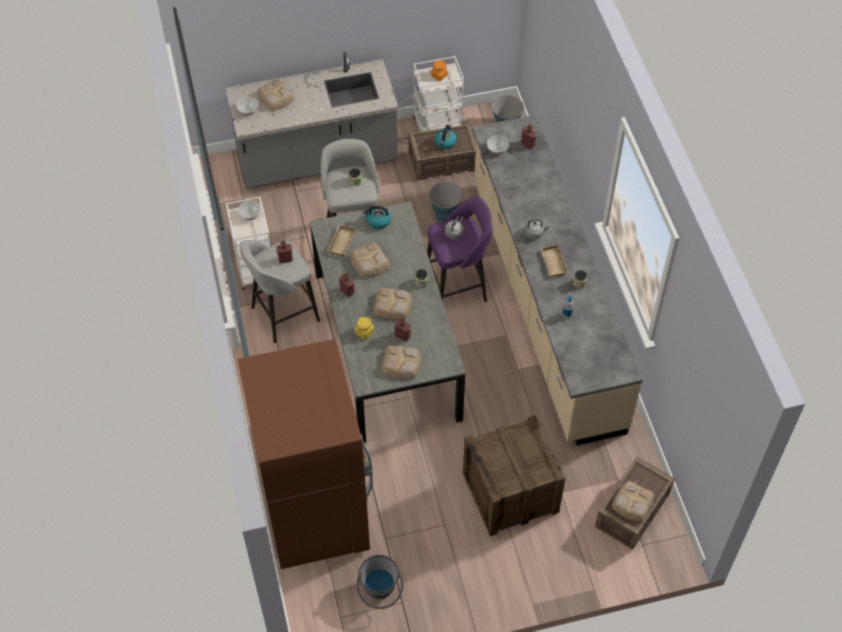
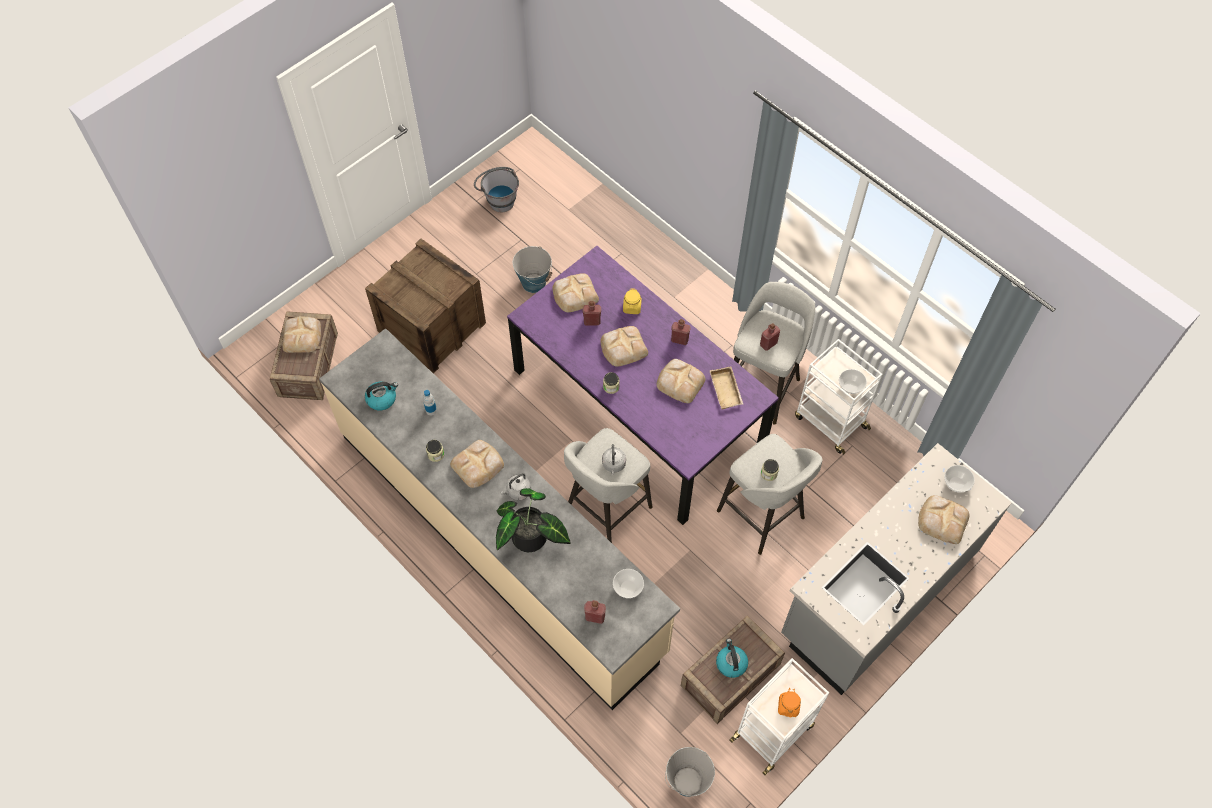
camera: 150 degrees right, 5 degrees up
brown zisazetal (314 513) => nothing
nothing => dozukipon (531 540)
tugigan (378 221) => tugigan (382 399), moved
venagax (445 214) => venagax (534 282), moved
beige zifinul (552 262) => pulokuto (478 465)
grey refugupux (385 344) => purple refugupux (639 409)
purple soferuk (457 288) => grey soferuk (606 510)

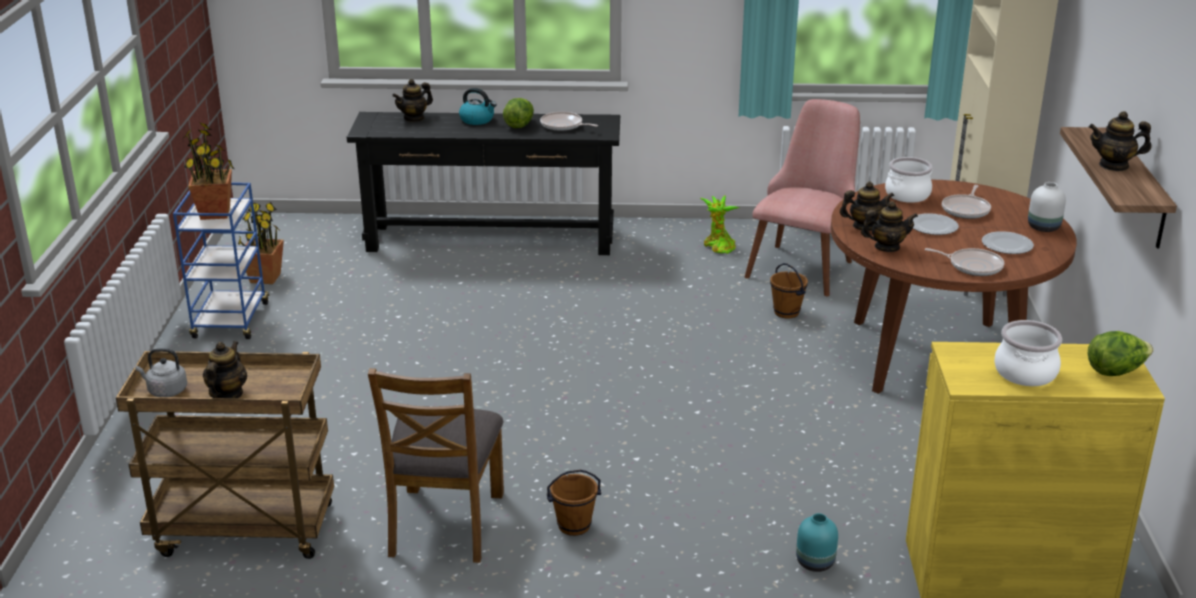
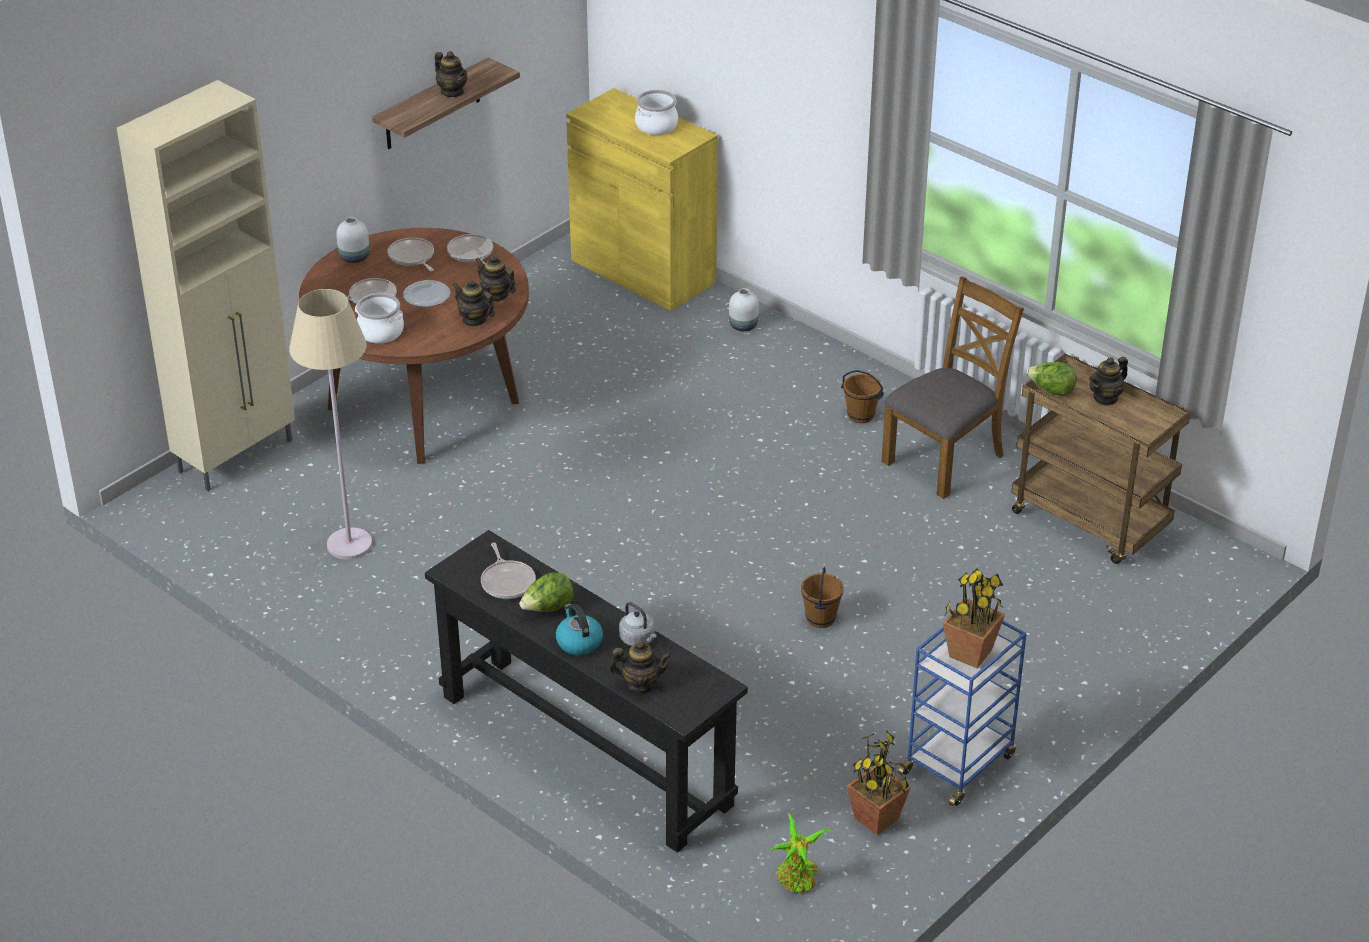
camera: 140 degrees left, 10 degrees up
grey tugigan (165 391) => grey tugigan (639 639), moved
dozukipon (718 246) => dozukipon (797 880), moved
brown venagax (787 312) => brown venagax (820 618), moved
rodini (1115 371) => rodini (1051 391), moved
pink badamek (804 263) => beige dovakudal (349 544)
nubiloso (1006 245) => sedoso (412 257)
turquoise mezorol (814 563) => white mezorol (744 325)

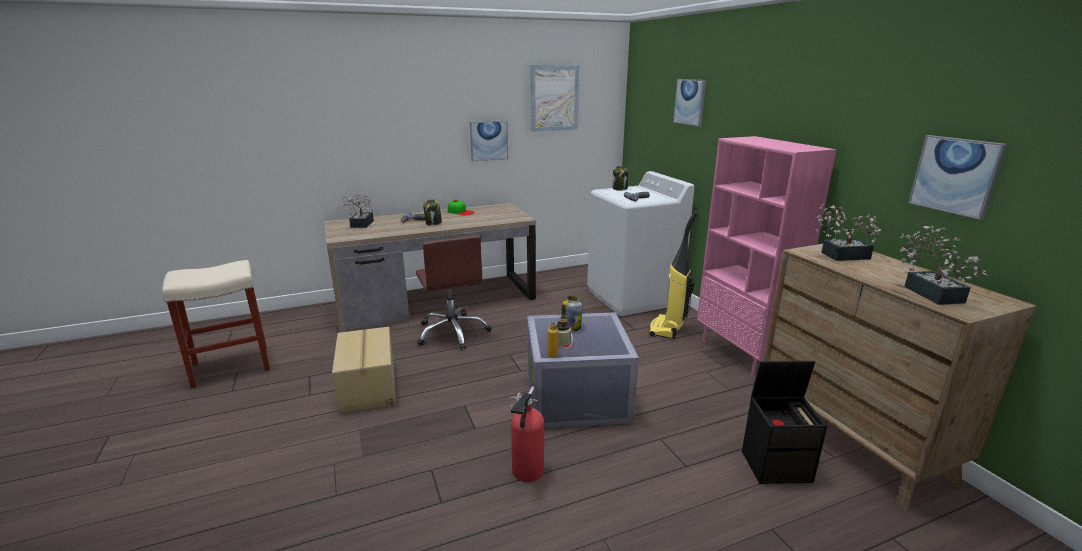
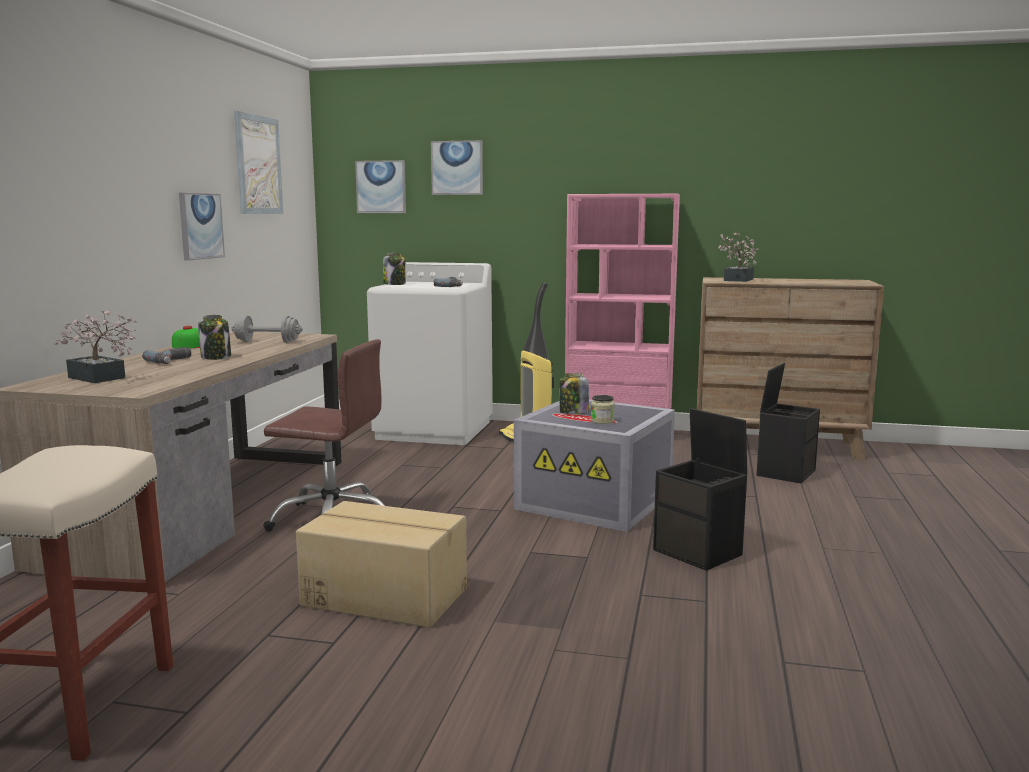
camera: 55 degrees left, 10 degrees down
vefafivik (557 355) => nothing
dozukipon (929 292) => nothing
nothing => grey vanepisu (267 342)
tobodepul (955 175) => tobodepul (381 187), moved
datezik (526 473) => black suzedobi (699 552)

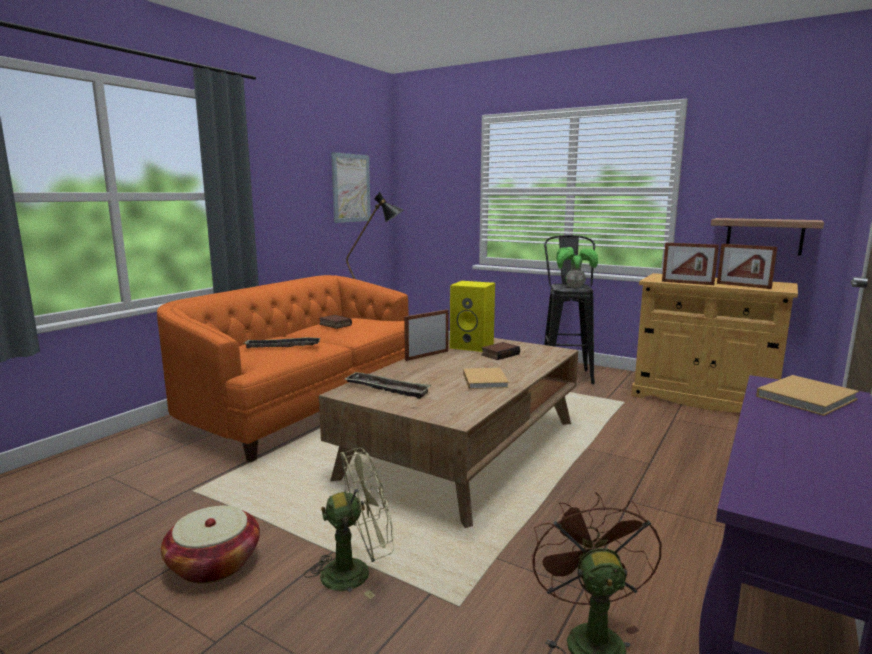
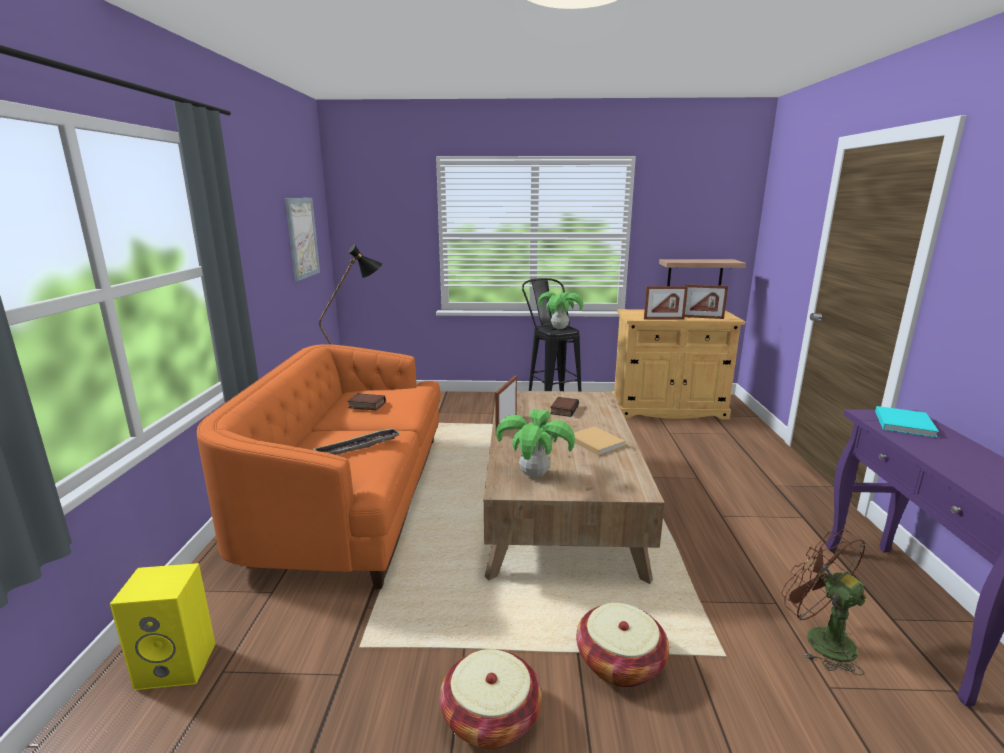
camera: 30 degrees left, 5 degrees up
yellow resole (473 346) => yellow resole (179 664), moved
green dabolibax (356 571) => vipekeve (619 662)
zifinul (387 389) => dozukipon (534 474)
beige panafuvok (807 397) => turquoise panafuvok (904 423)

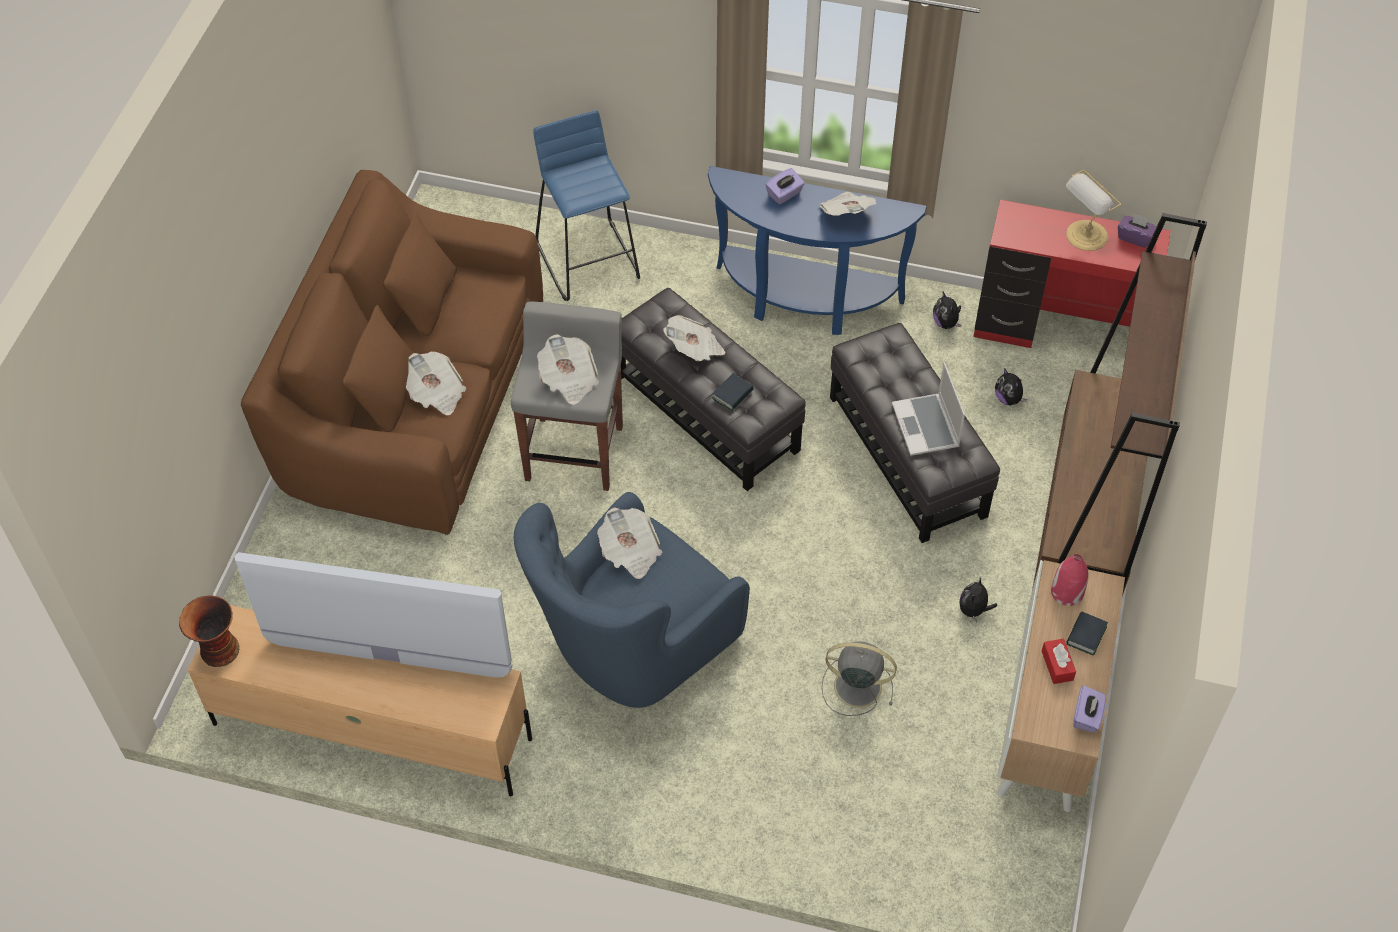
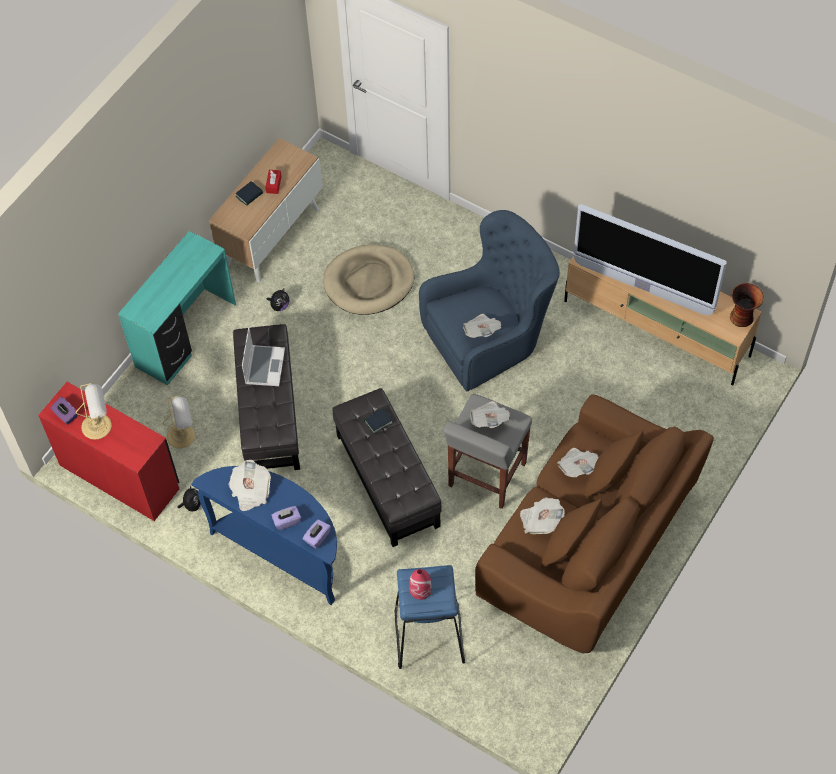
camera: 160 degrees left, 5 degrees up
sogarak (694 349) => sogarak (540 521), moved
red mezorol (1066 592) => red mezorol (420 589), moved
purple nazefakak (1087 716) => purple nazefakak (317 537), moved
grey dabolibax (855 686) => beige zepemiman (369 282)
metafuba (1008 399) => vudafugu (182 435)
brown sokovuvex (1084 530) => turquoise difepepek (187 335)

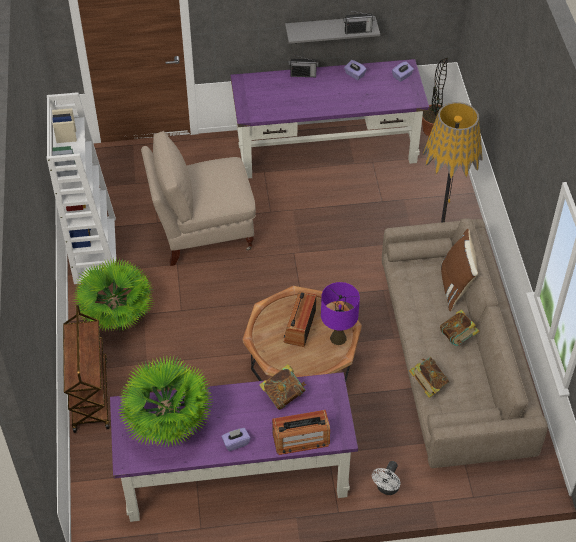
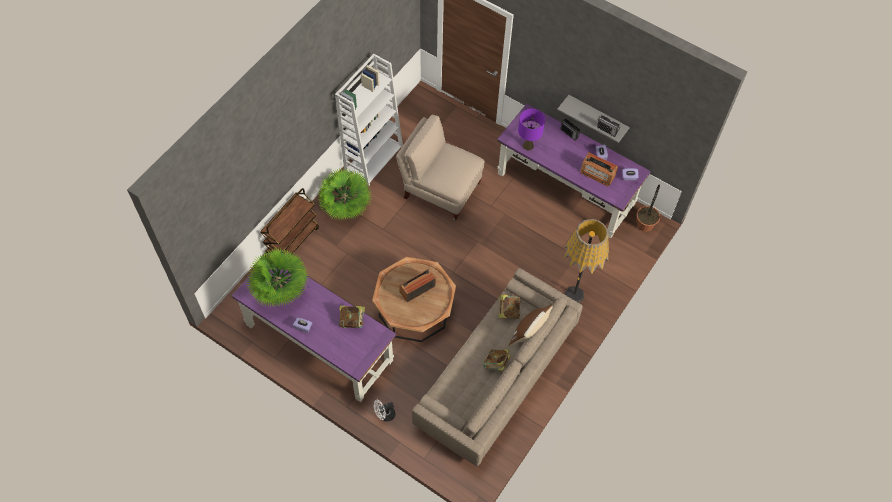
camera: 40 degrees right, 10 degrees up
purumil (301 439) => purumil (597 174), moved
purple vudafugu (338 338) => purple vudafugu (528 146), moved
panafuvok (428 384) => panafuvok (508 311), moved

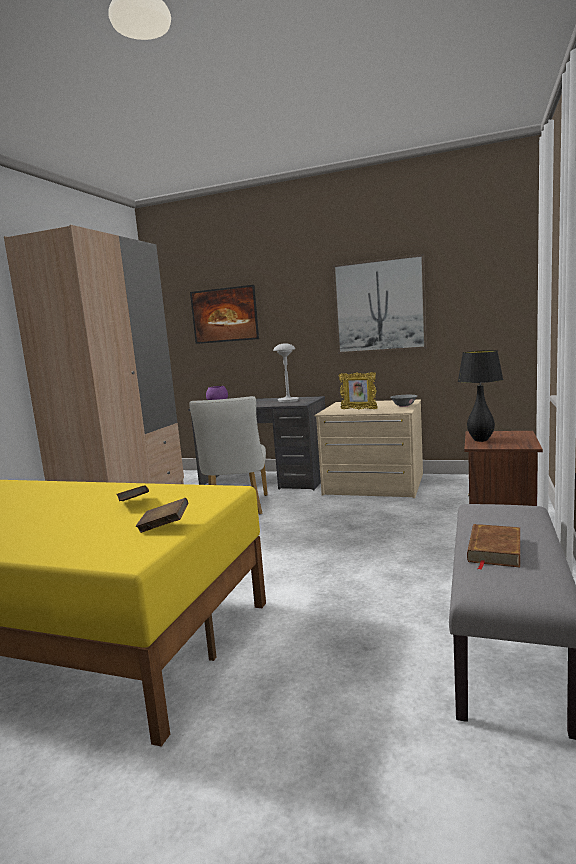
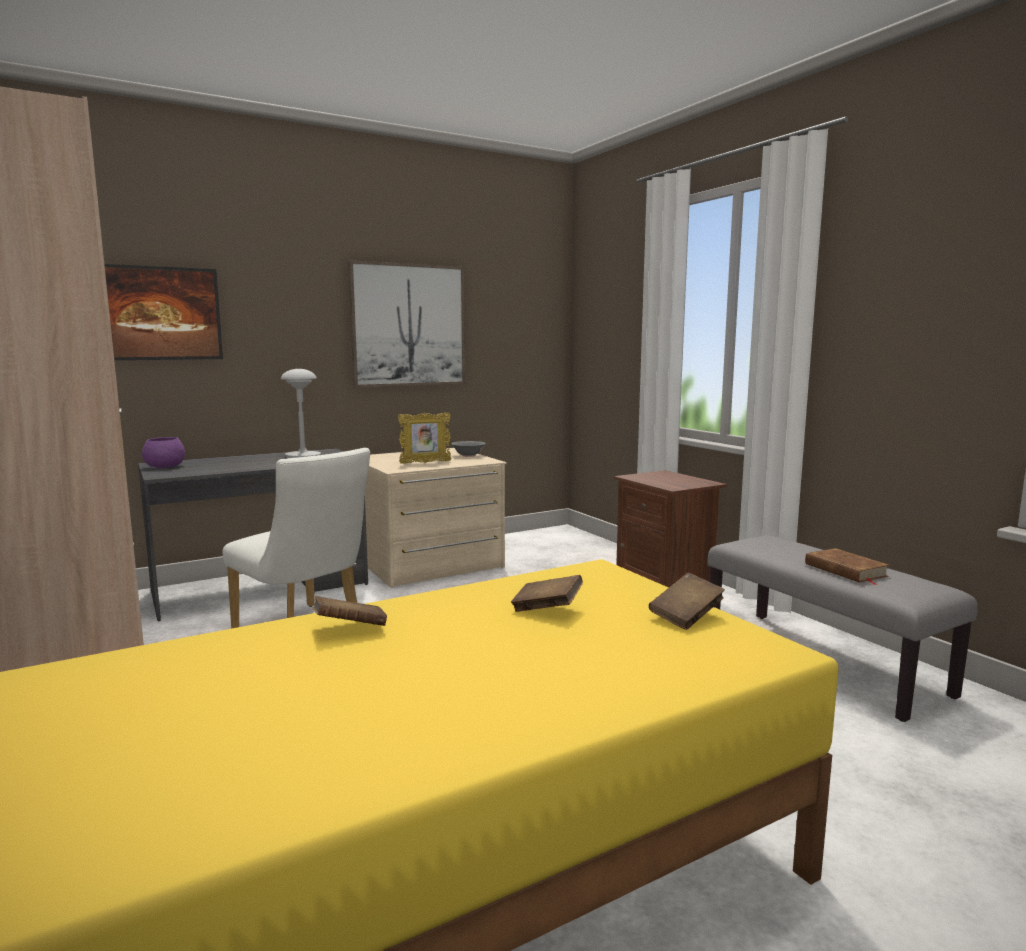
camera: 50 degrees left, 0 degrees up
black vudafugu (481 440) => nothing
nothing => brown panafuvok (350 629)

